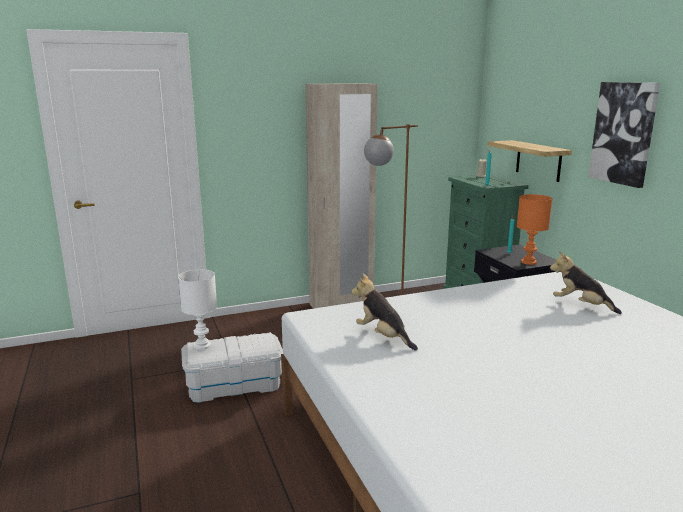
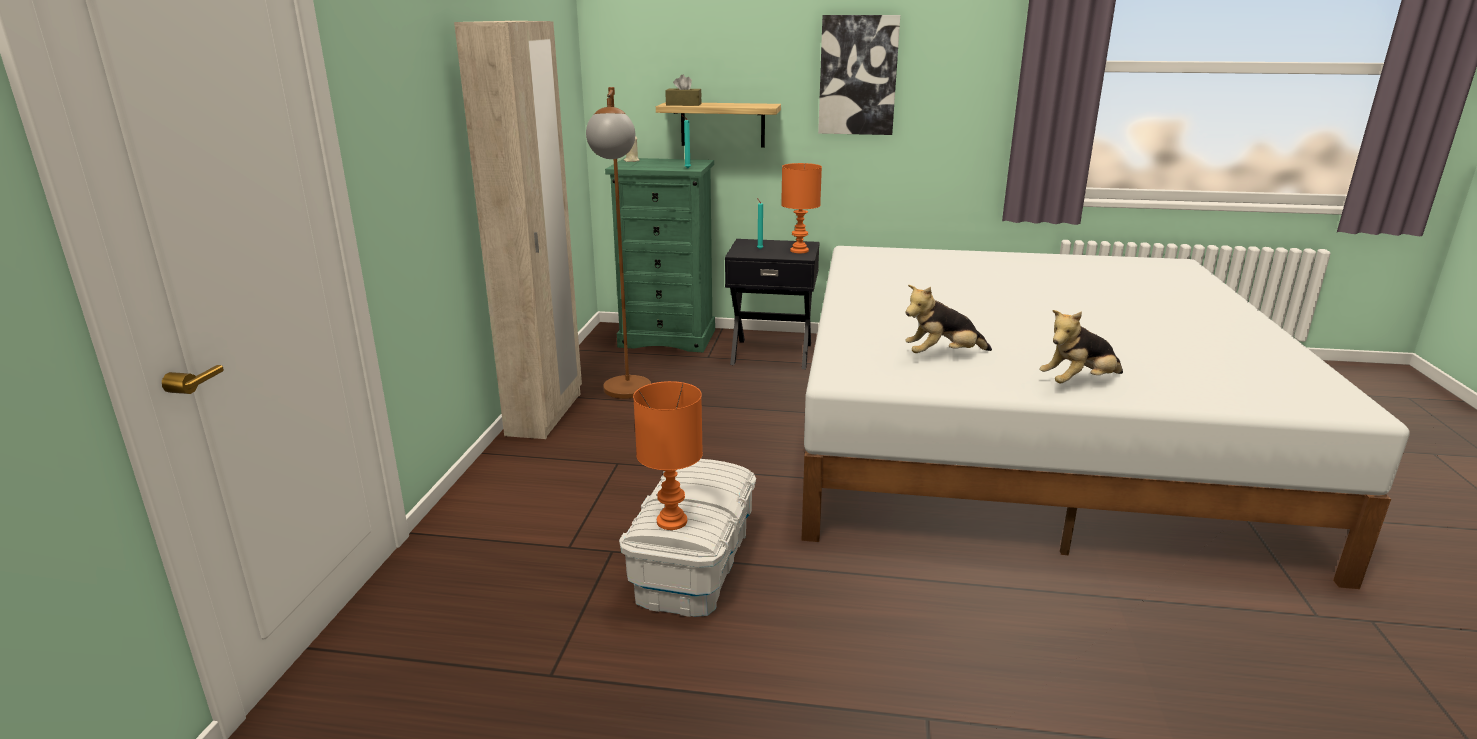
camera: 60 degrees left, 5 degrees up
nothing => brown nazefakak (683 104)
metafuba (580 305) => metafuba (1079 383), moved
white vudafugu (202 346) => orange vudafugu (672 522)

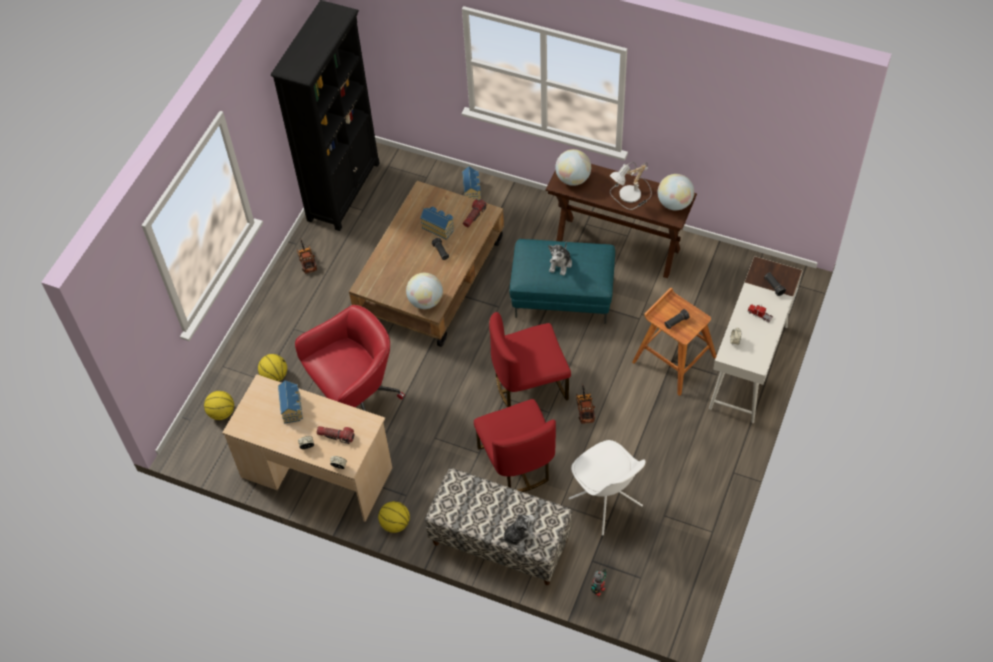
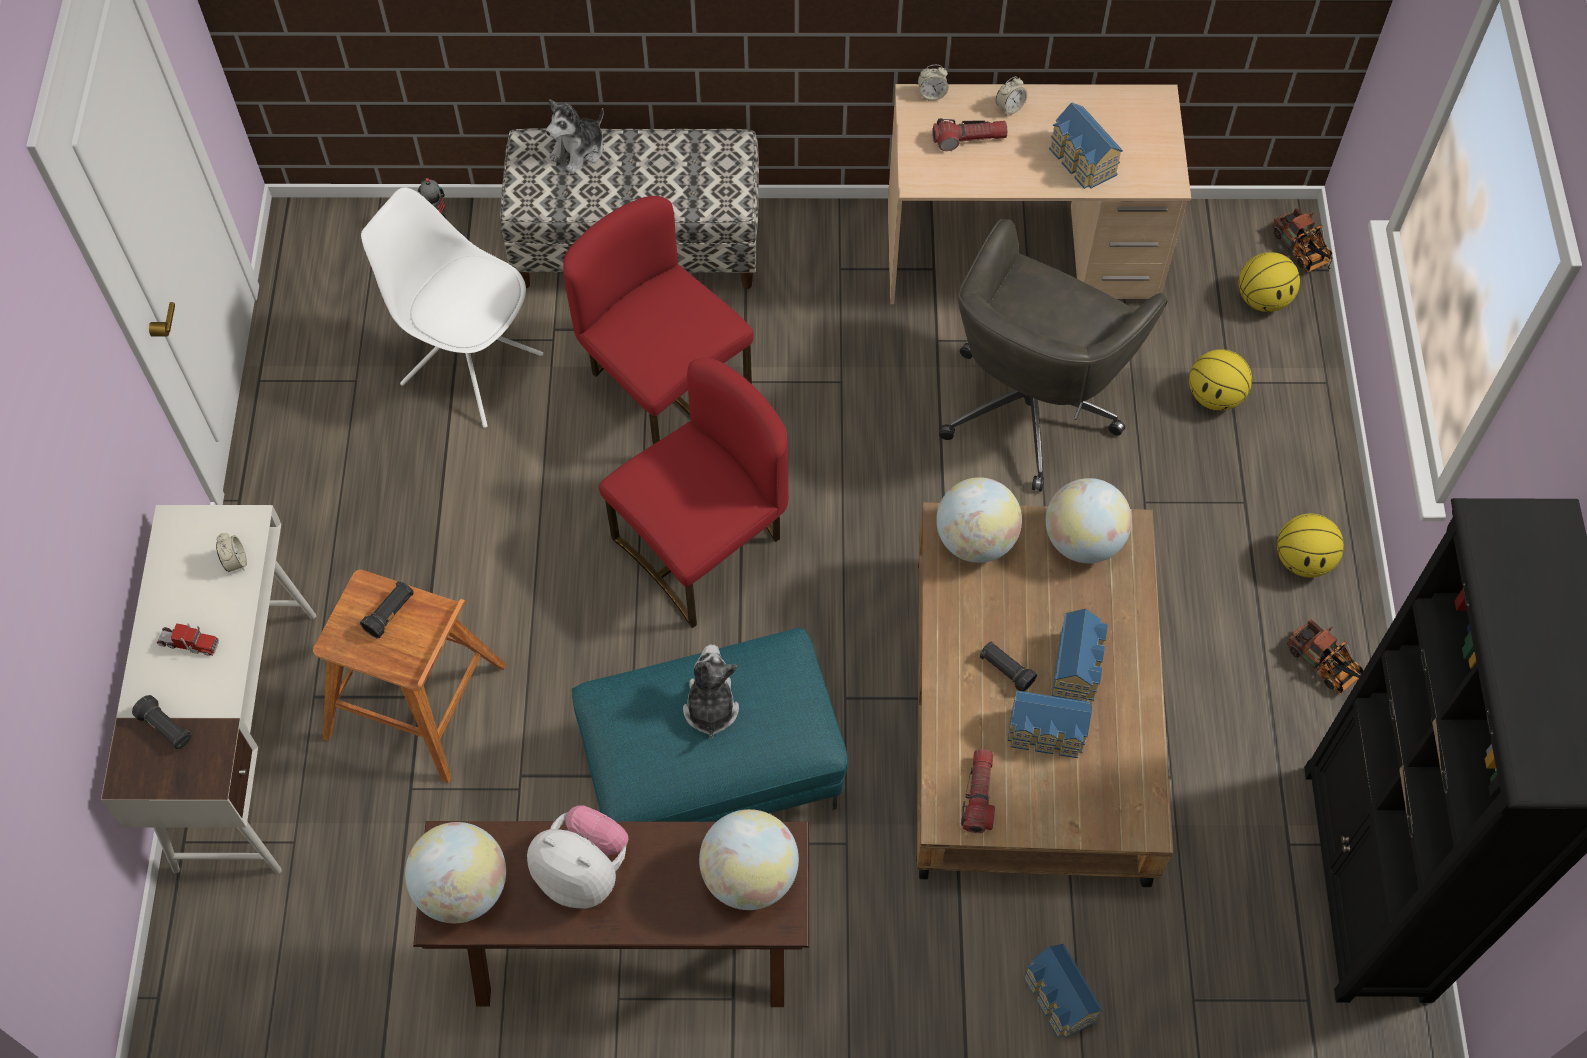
camera: 155 degrees right, 5 degrees up
nothing => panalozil (1083 541)
nothing => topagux (1078 667)
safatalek (395 523) => safatalek (1303 560), moved
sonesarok (585 407) => sonesarok (1302 251), moved
vudafugu (630 196) => metafuba (583 872)
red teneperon (356 398) => grey teneperon (1032 405)

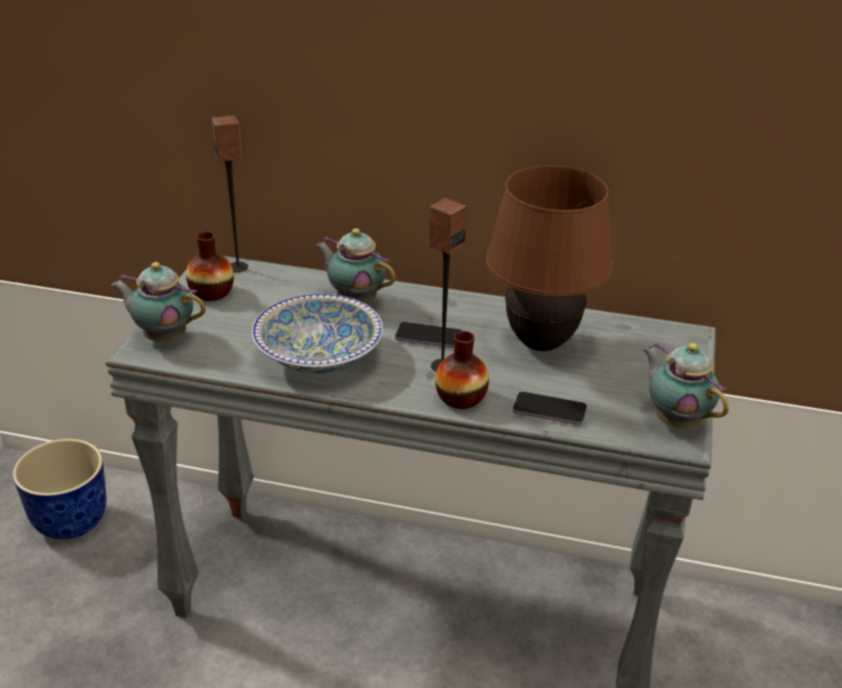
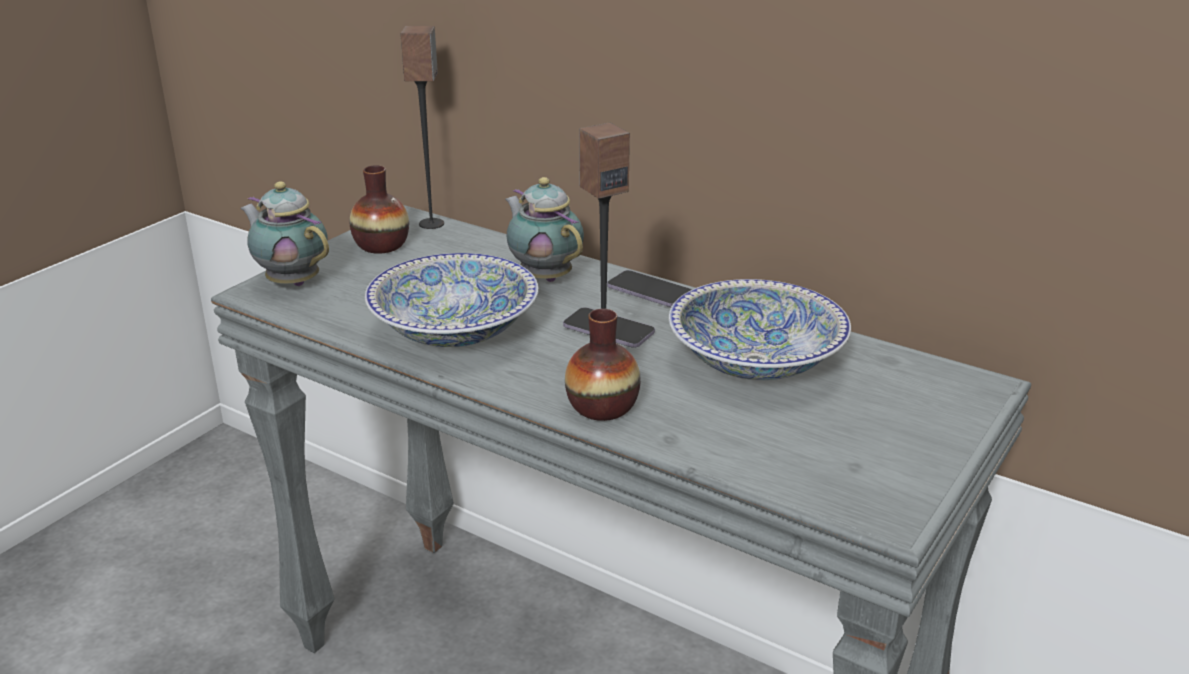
camera: 20 degrees right, 5 degrees down
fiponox (71 521) => nothing
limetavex (675 420) => nothing
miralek (549 410) => miralek (649 291), moved
brown vudafugu (540 343) => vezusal (755 361)

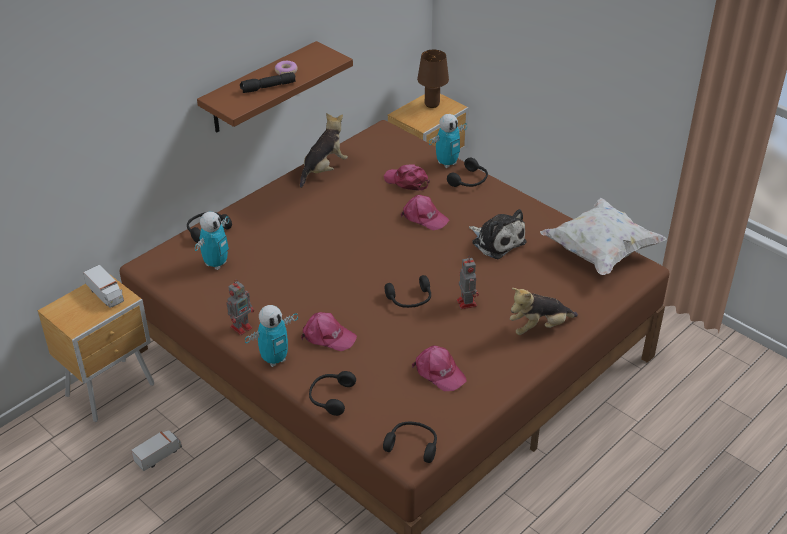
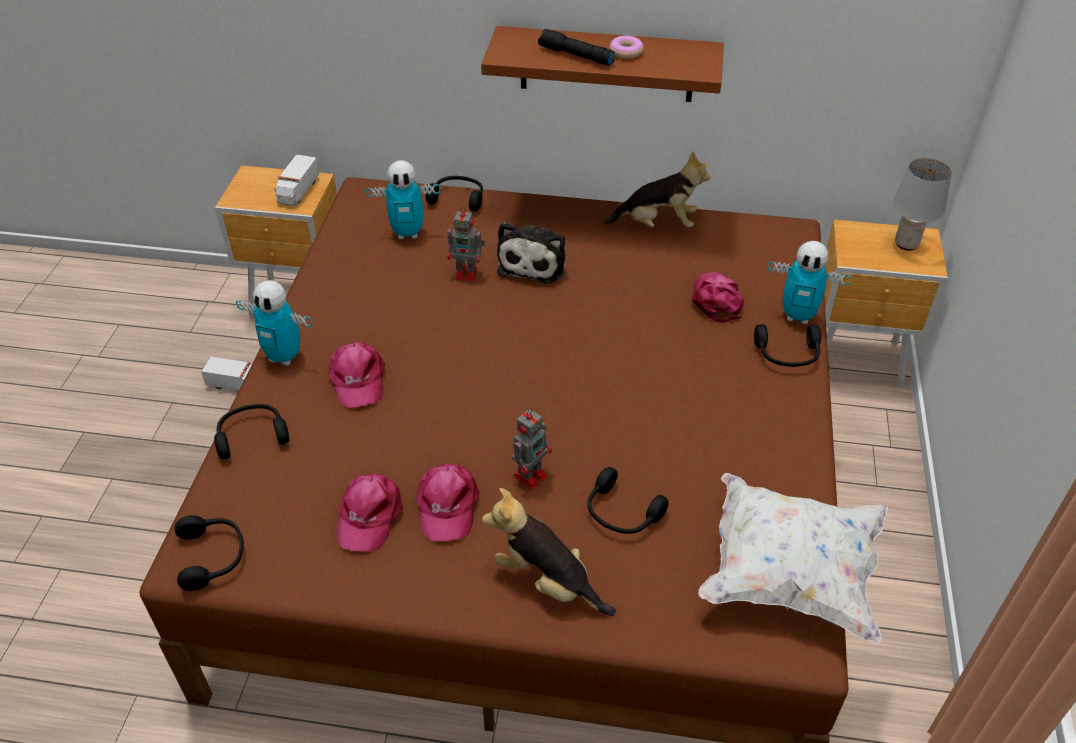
camera: 55 degrees right, 5 degrees up
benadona (242 327) => benadona (468 273), moved
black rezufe (410 300) => black rezufe (621 513), moved
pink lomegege (424 217) => pink lomegege (447 505), moved
metafuba (496 241) => metafuba (534 262), moved
brown vudafugu (432 104) => grey vudafugu (907 244)

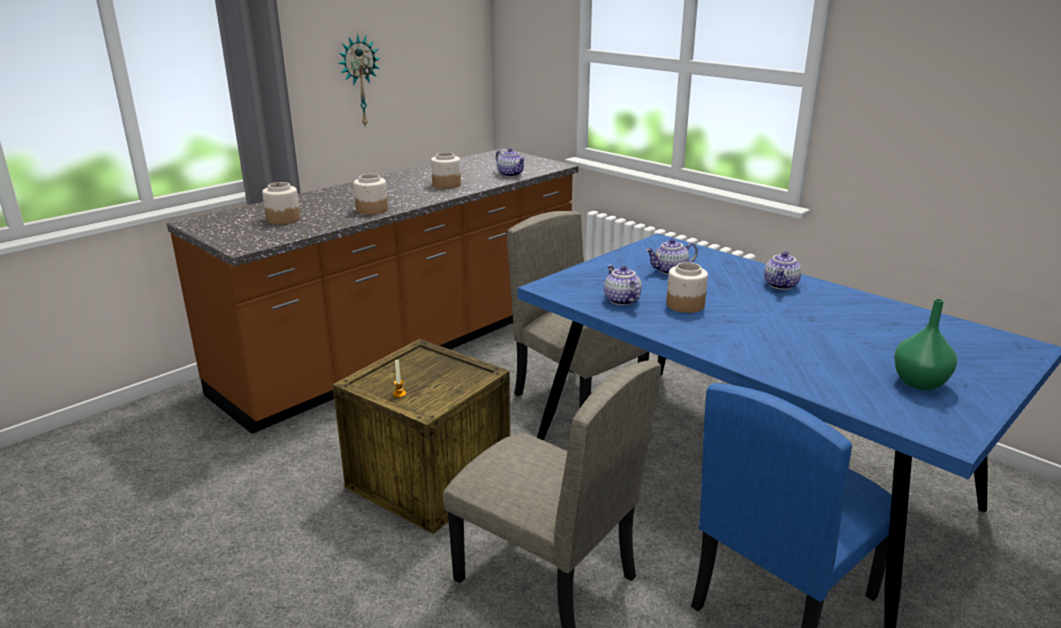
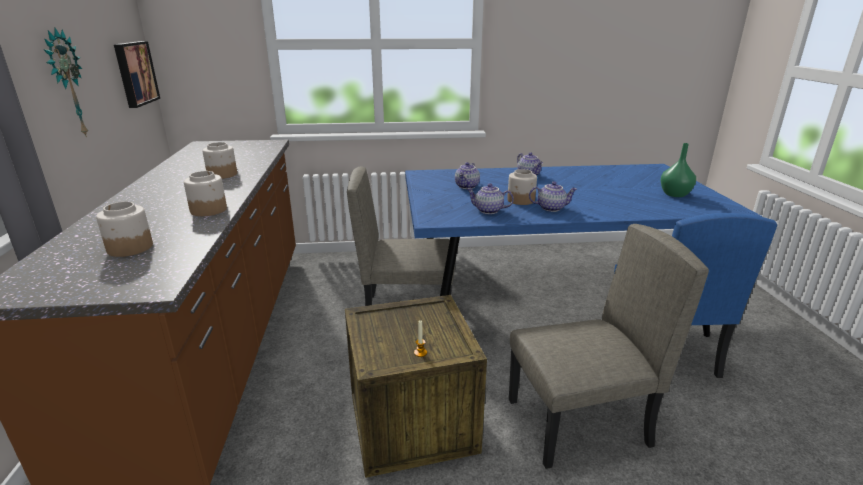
camera: 50 degrees left, 0 degrees up
nothing => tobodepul (135 73)
limetavex (511 174) => limetavex (551 208), moved

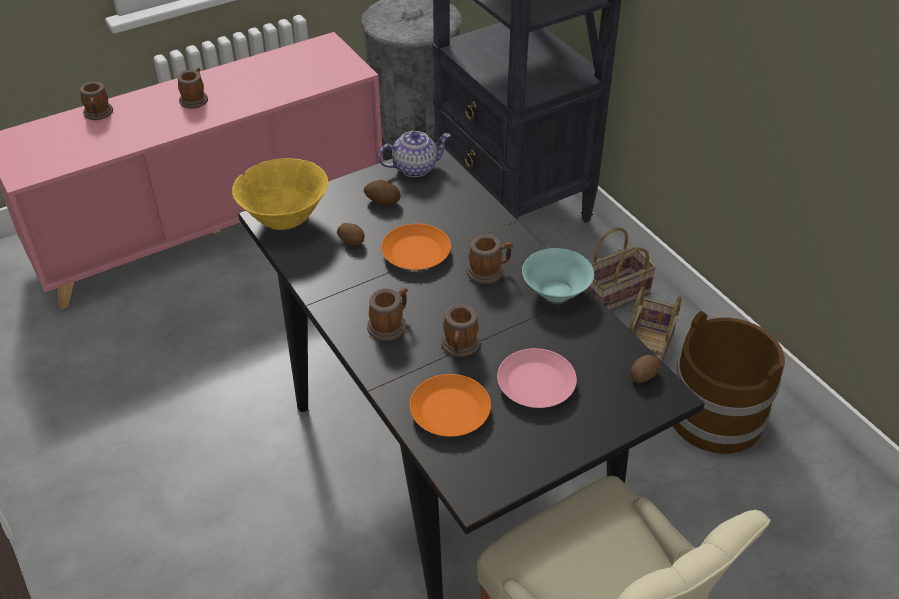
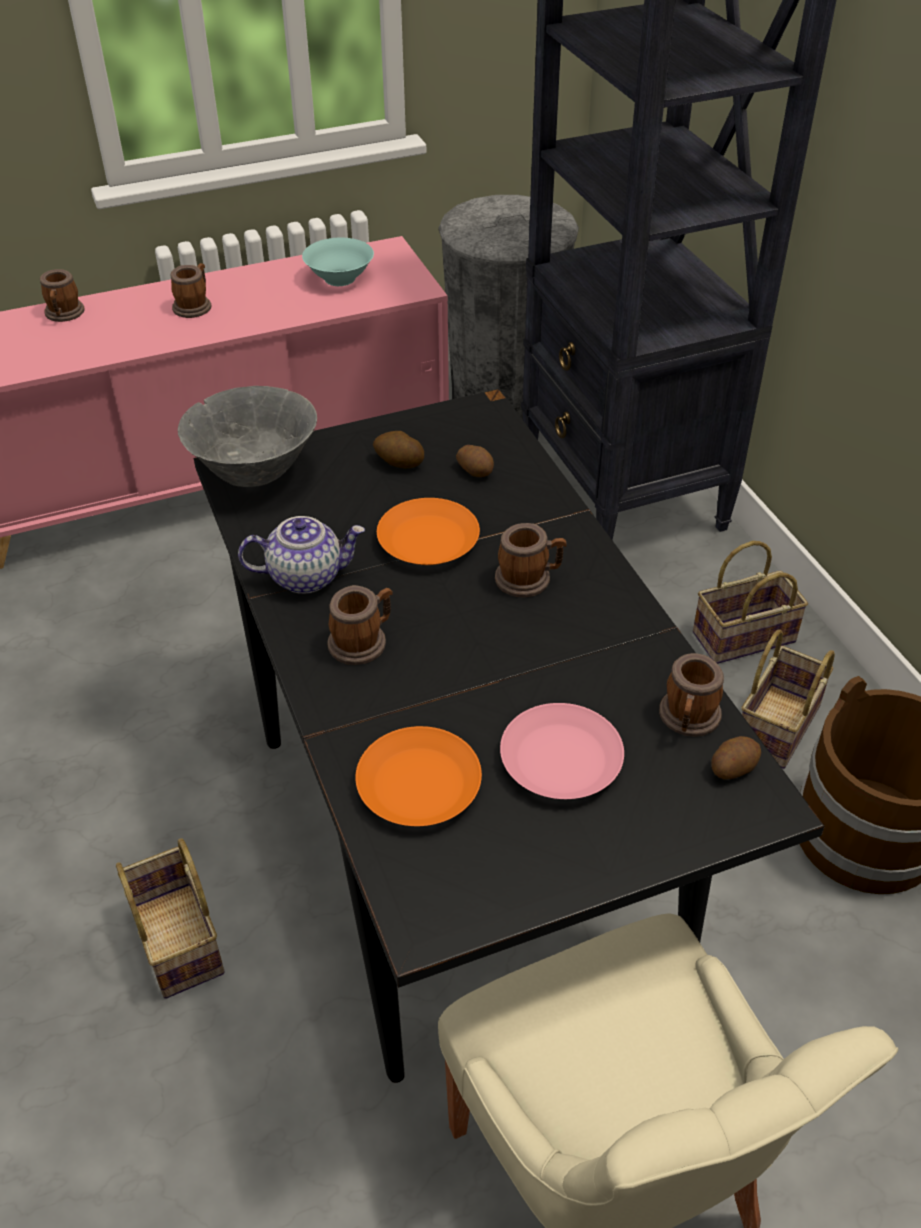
camera: 10 degrees right, 0 degrees up
nothing => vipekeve (181 942)
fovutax (352 240) => fovutax (476 470), moved
limetavex (415 167) => limetavex (306 576), moved
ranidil (460 346) => ranidil (688 719), moved
turquoise vezusal (556 290) => turquoise vezusal (340 278), moved
yellow vezusal (284 220) => grey vezusal (254 474)

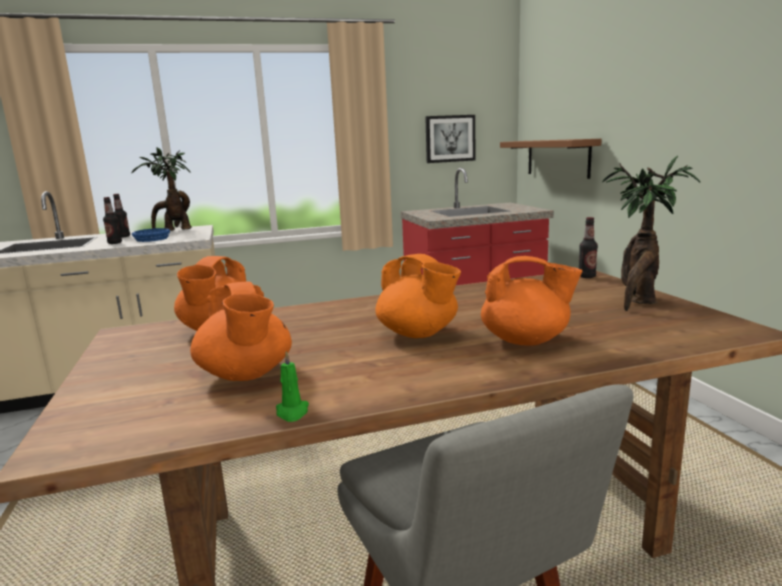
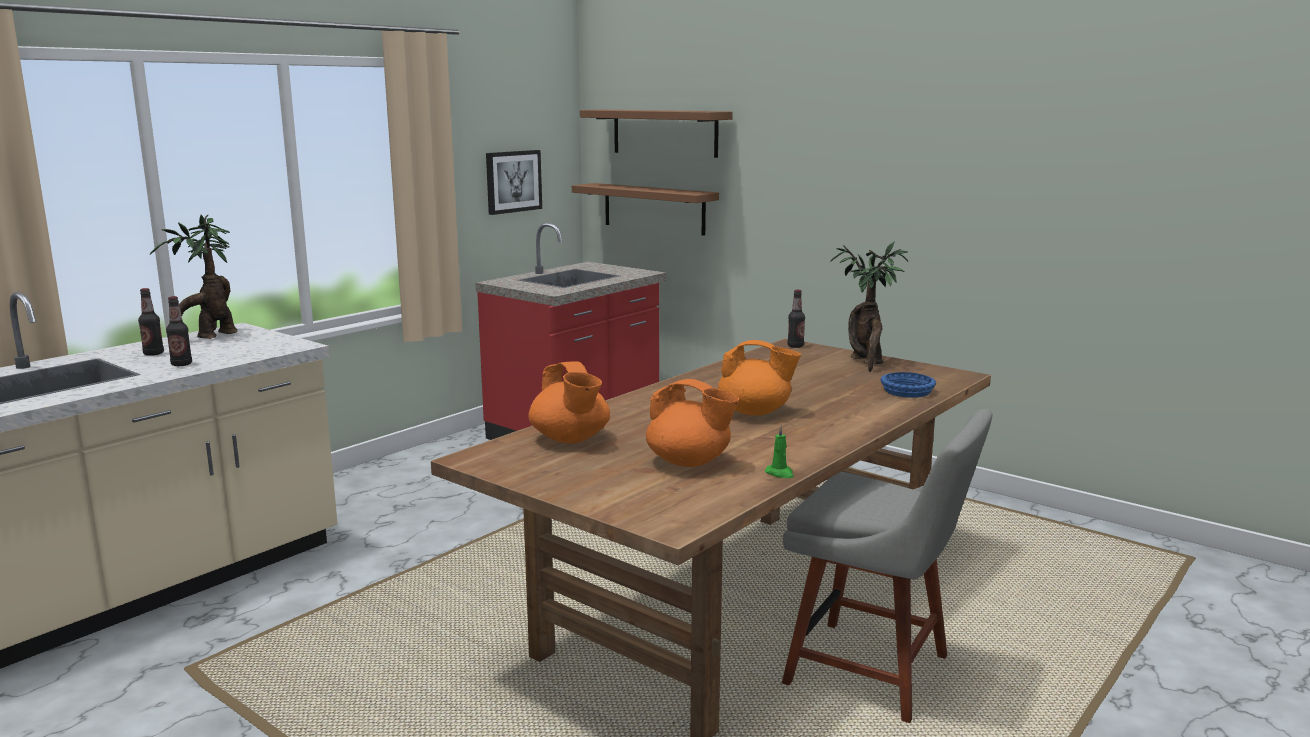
camera: 35 degrees left, 0 degrees up
orange limetavex (526 340) => nothing
nothing => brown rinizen (664 132)
blue vezusal (152 239) => blue vezusal (907 391), moved

